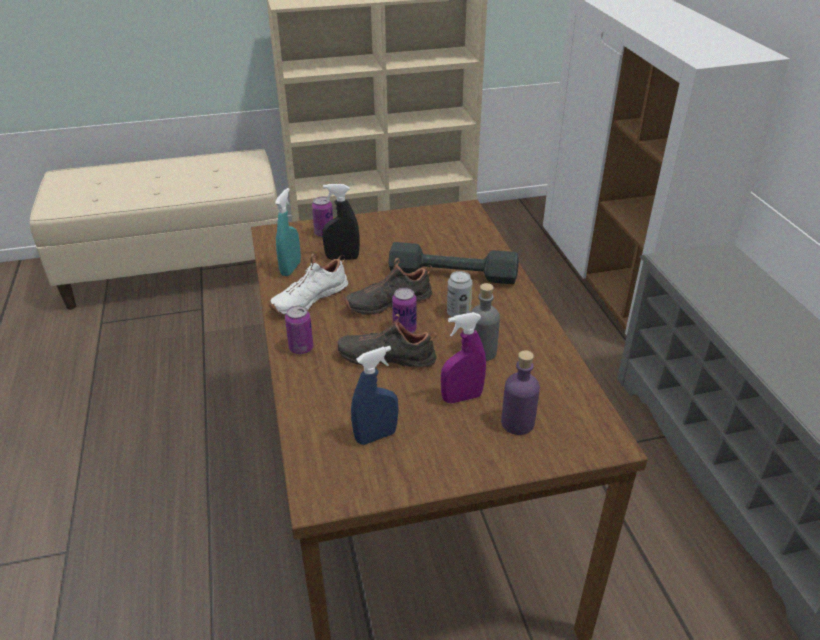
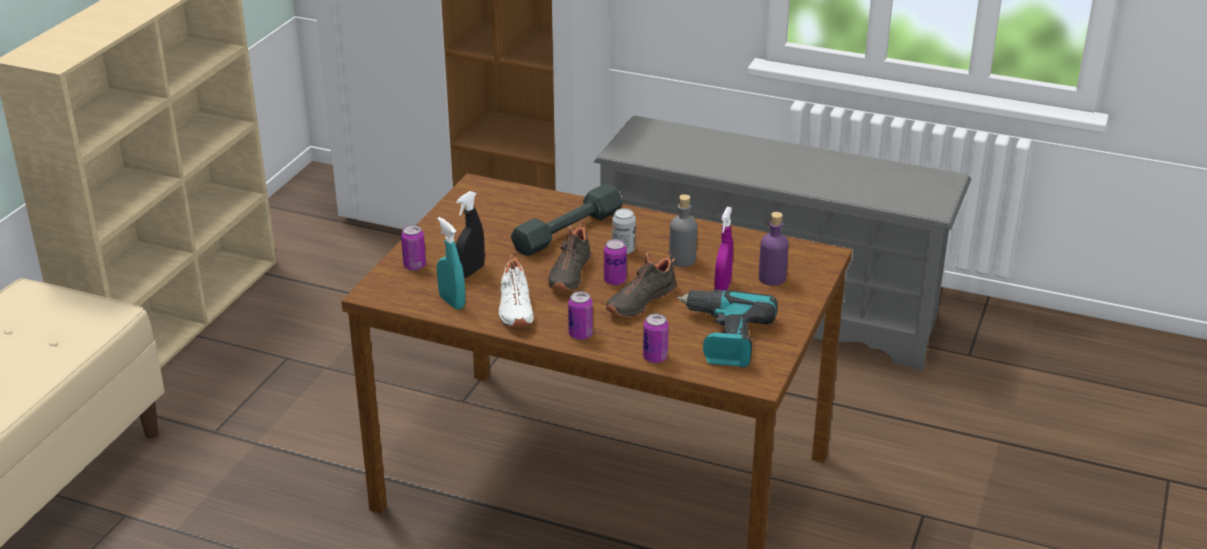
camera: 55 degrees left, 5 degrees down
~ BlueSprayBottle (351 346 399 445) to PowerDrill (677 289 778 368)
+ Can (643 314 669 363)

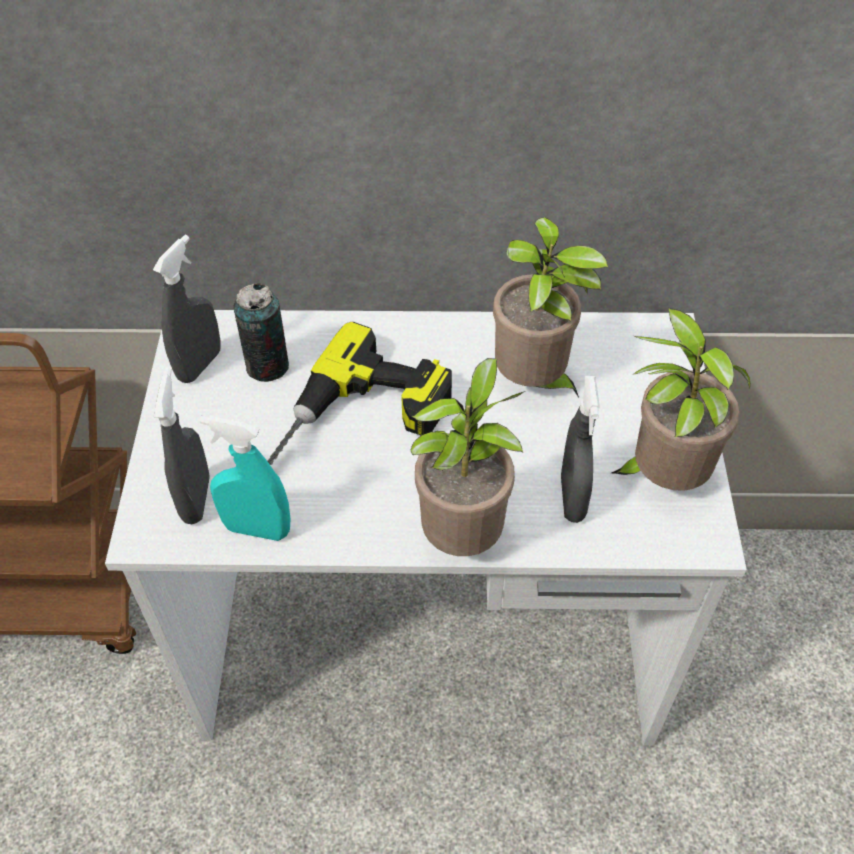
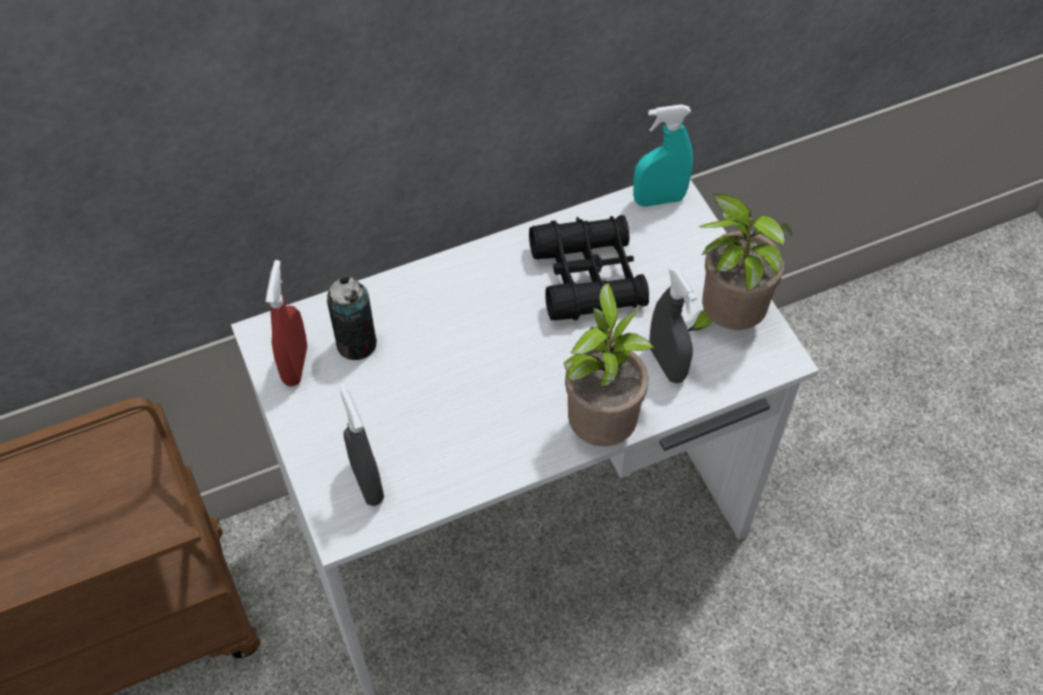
camera: 25 degrees left, 5 degrees up
~ GreySprayBottle (153 235 221 383) to RedSprayBottle (266 260 307 387)
~ TurquoiseSprayBottle (199 416 291 541) to (633 104 693 207)
- PowerDrill (268 322 452 465)
~ PottedPlant (493 217 608 397) to BlackBinoculars (529 215 649 321)

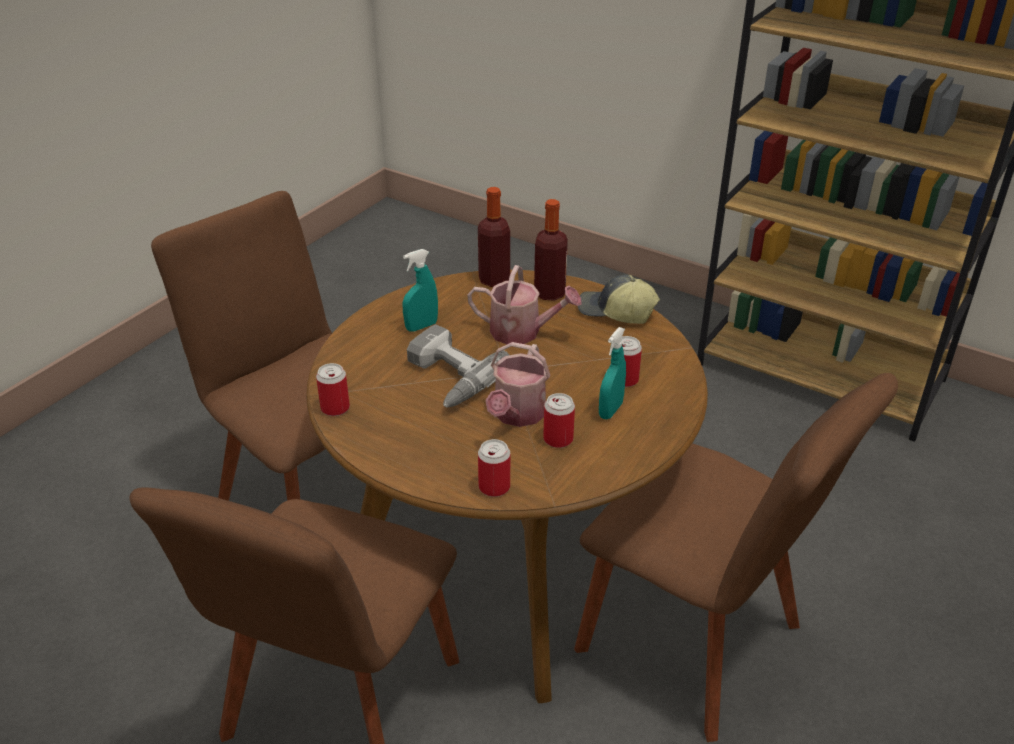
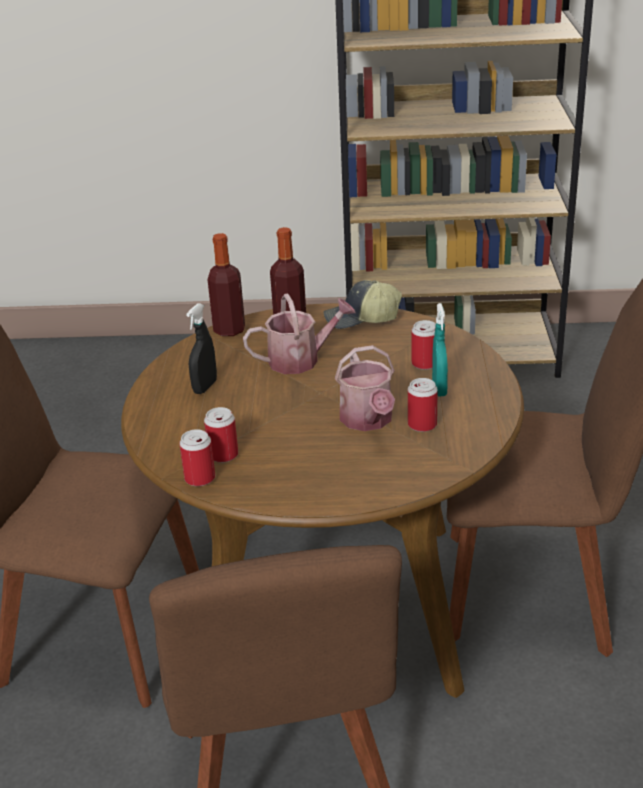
camera: 30 degrees left, 5 degrees down
~ TurquoiseSprayBottle (402 249 438 332) to BlackSprayBottle (186 303 217 394)
- PowerDrill (407 324 509 407)
~ Can (478 439 510 497) to (204 407 238 463)

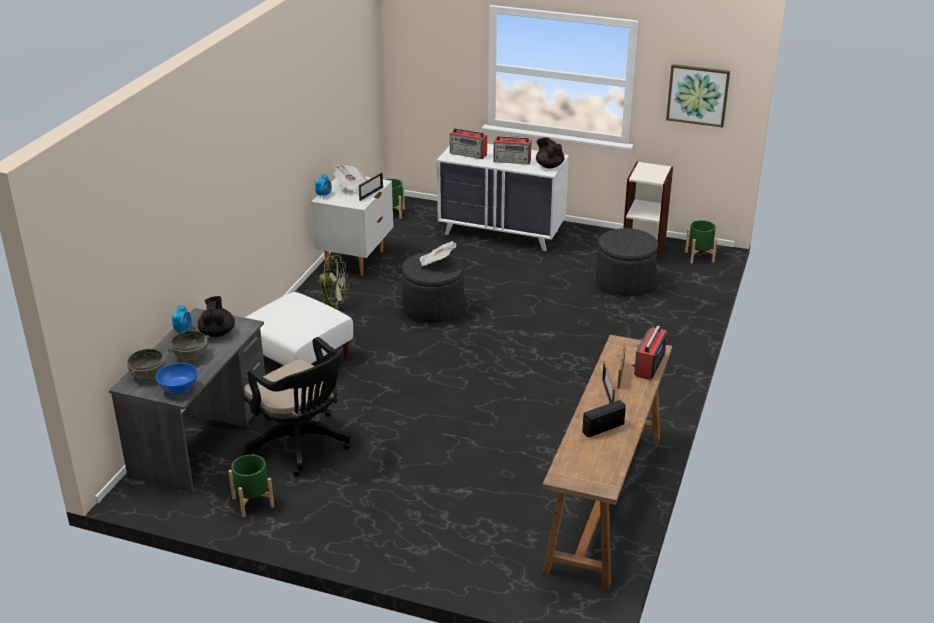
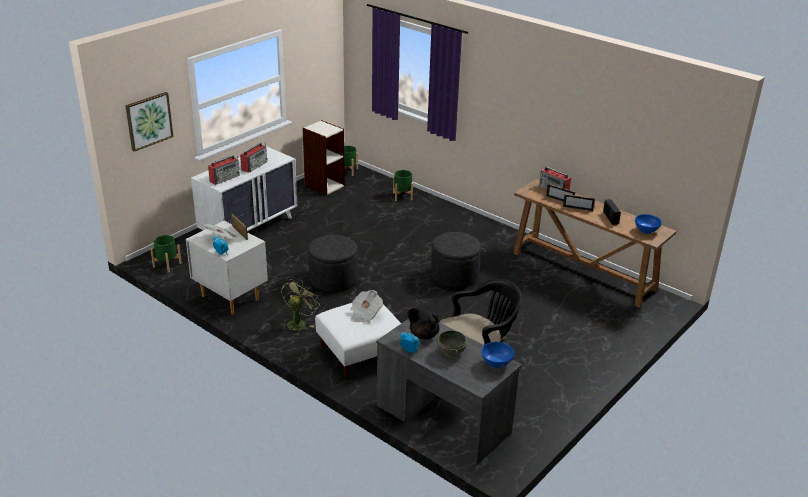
camera: 70 degrees left, 0 degrees up
- GreyBowl (127 349 165 381)
~ GreenPlanter (228 454 274 517) to (393 170 413 201)
~ Newspaper (419 241 456 266) to (350 290 383 323)
- BlackTeapot (536 137 565 168)
~ GreyOttoman (596 228 658 296) to (431 232 481 288)
~ Picture (666 64 730 127) to (125 92 174 152)
+ BlueBowl (635 214 662 234)

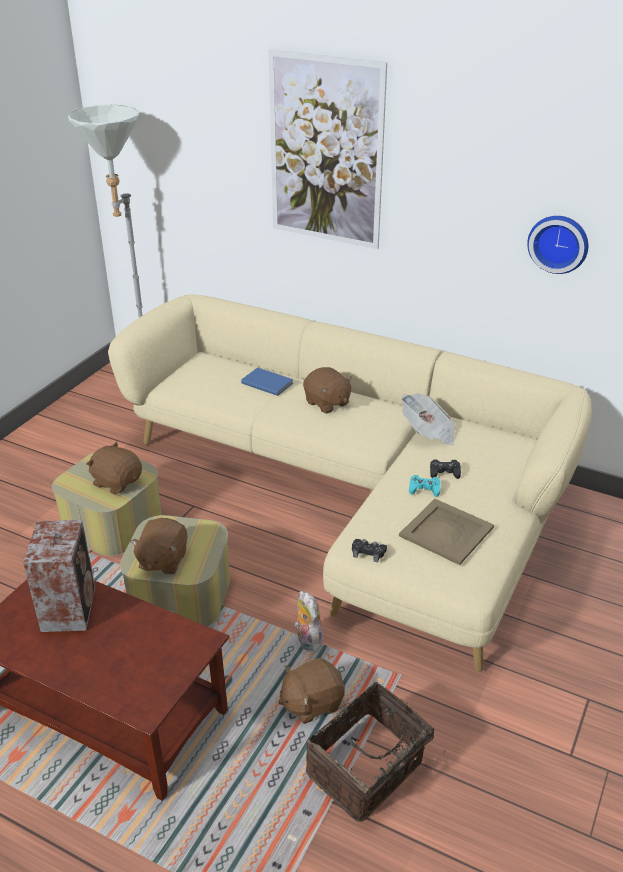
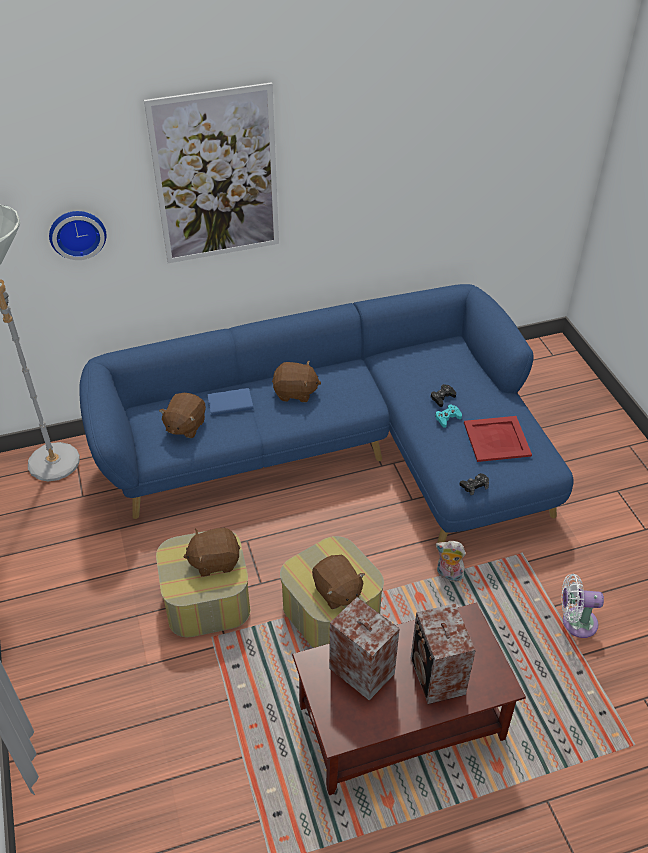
camera: 45 degrees left, 10 degrees up
~ BeigeSofa (108 294 592 672) to BlueSofa (79 284 574 543)
~ BrownPlushToy (278 658 345 724) to (159 393 206 438)
~ Basket (306 682 445 822) to WhiteFan (562 574 604 638)
~ BeigeTray (399 499 494 565) to RedTray (464 416 532 462)
- Newspaper (401 393 456 445)
~ WallClock (527 216 588 274) to (49 211 107 260)
+ Speaker (411 604 476 704)

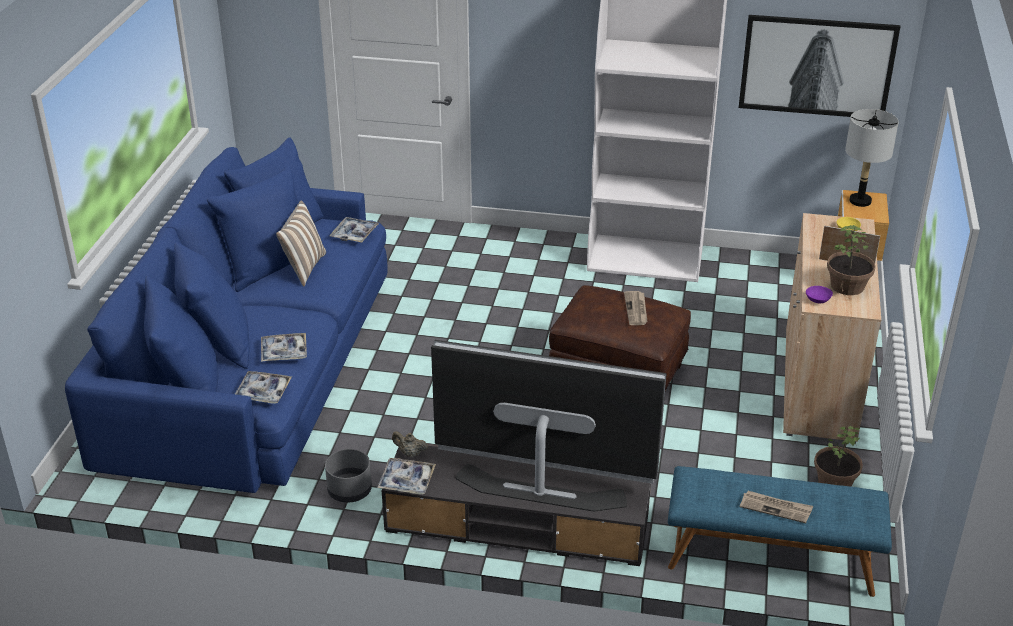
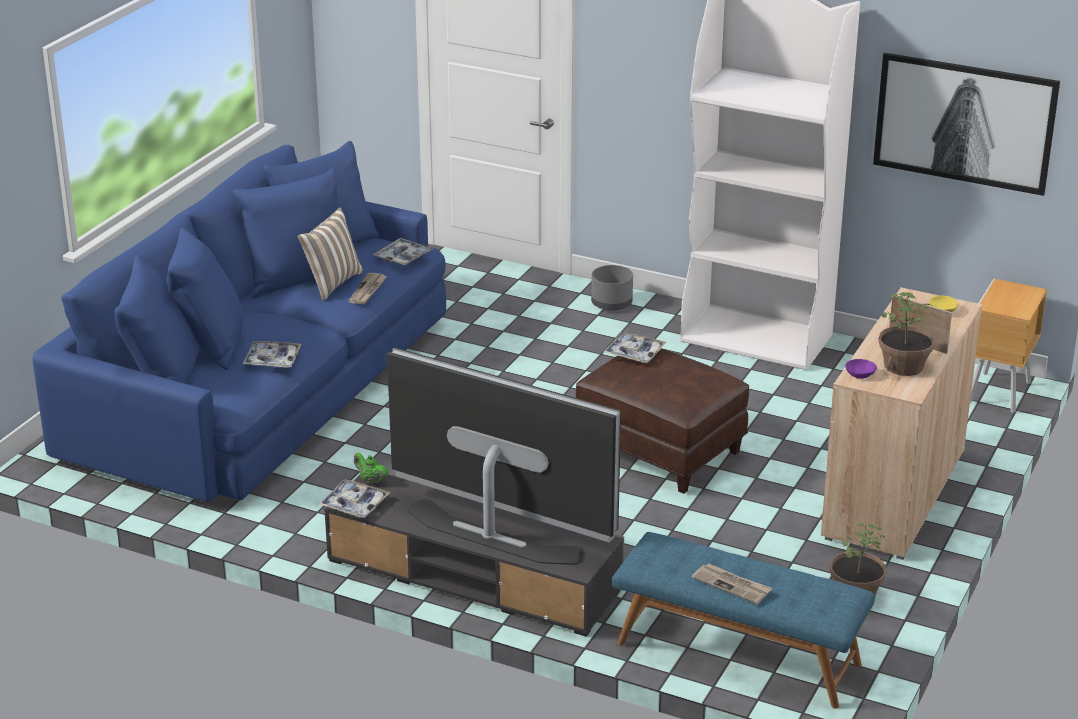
camera: 15 degrees right, 5 degrees down
~ Tray (235 371 292 404) to (604 332 667 363)
~ GreyPlanter (325 449 372 503) to (591 265 633 310)
~ BeigeTeapot (392 431 428 457) to GreenTeapot (354 453 389 484)
~ Newspaper (624 291 648 325) to (348 273 387 304)
- GreyTableLamp (845 109 899 207)

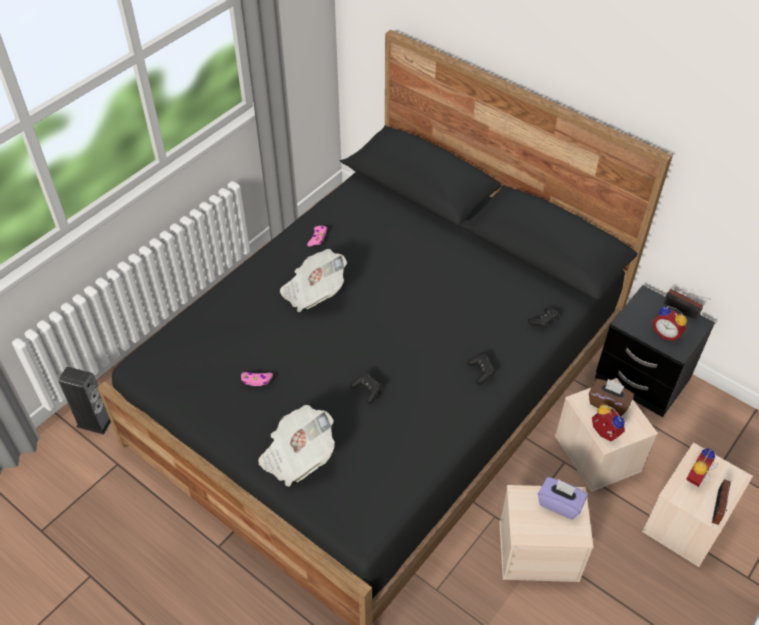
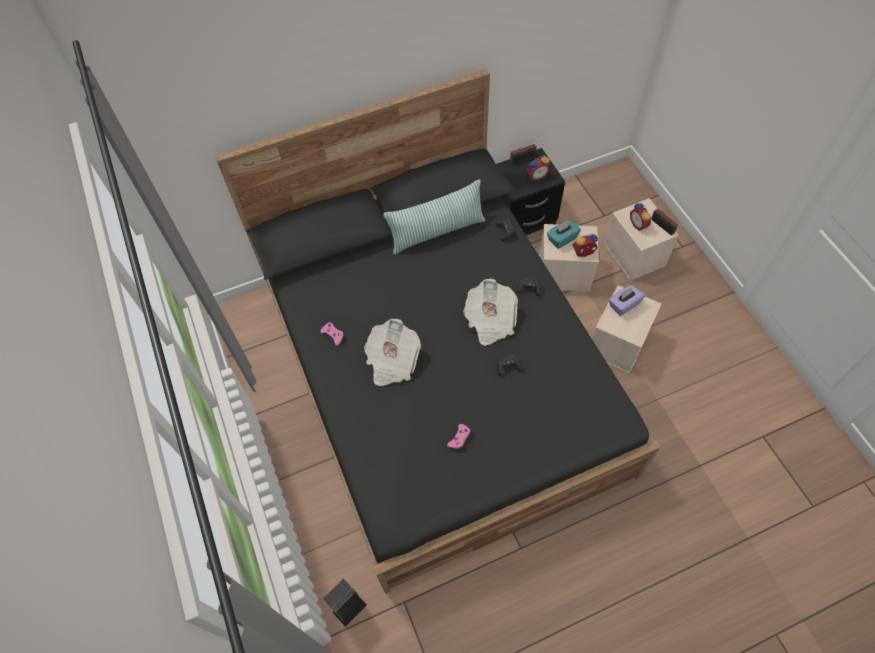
camera: 60 degrees left, 10 degrees up
~ Newspaper (258 405 335 487) to (463 279 518 346)
~ BrownTissueBox (589 379 634 417) to TurquoiseTissueBox (547 220 581 249)
+ Pillow (383 179 485 255)

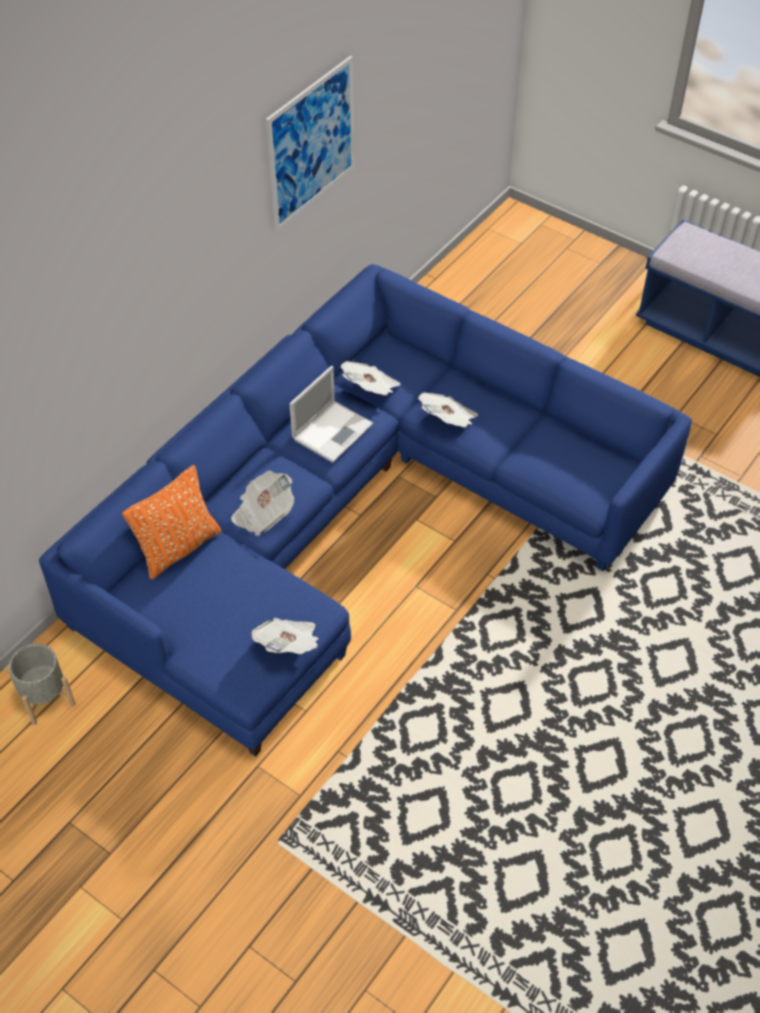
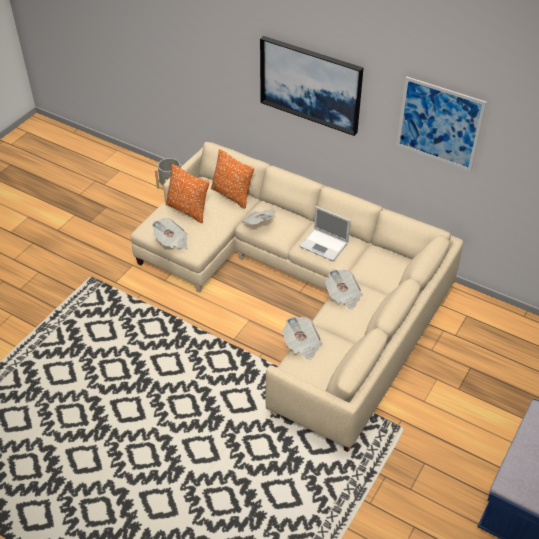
camera: 85 degrees right, 5 degrees down
~ BlueSofa (39 264 692 757) to BeigeSofa (130 142 464 452)
~ Newspaper (341 361 400 396) to (282 316 323 360)
+ OrangePillow (166 164 209 223)
+ Picture (260 36 364 136)

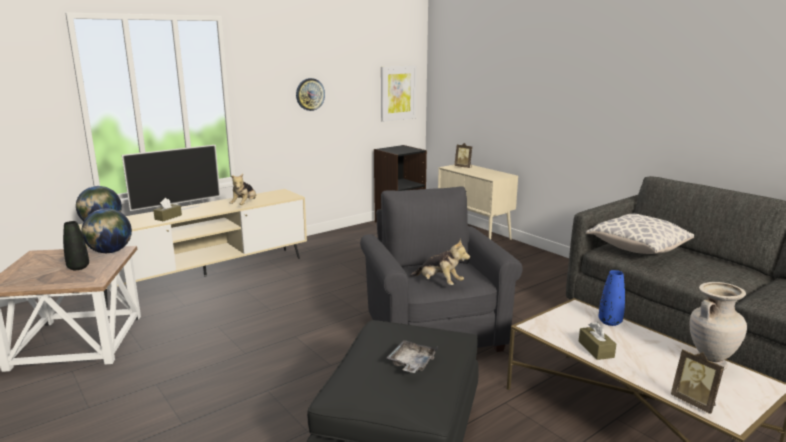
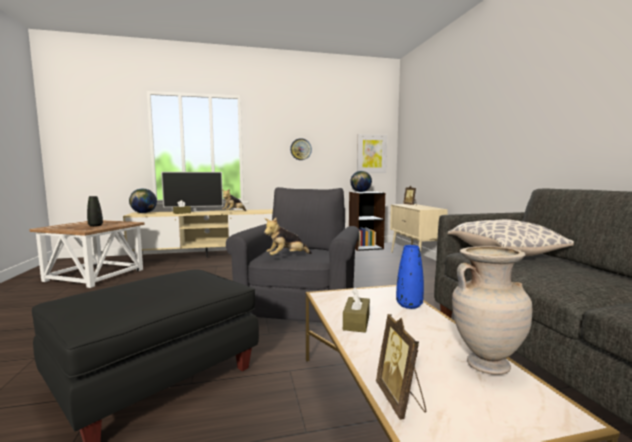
camera: 25 degrees right, 10 degrees down
~ Globe (81 209 132 253) to (350 171 372 192)
- GreyTray (387 340 438 373)
~ PlushToy (410 239 470 285) = (264 218 312 255) 90 degrees clockwise

